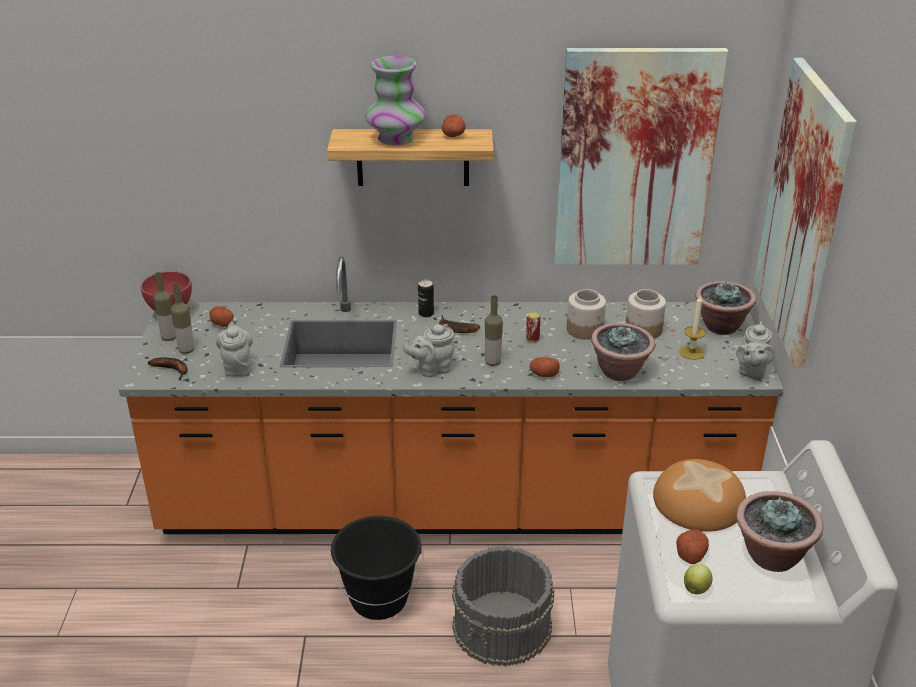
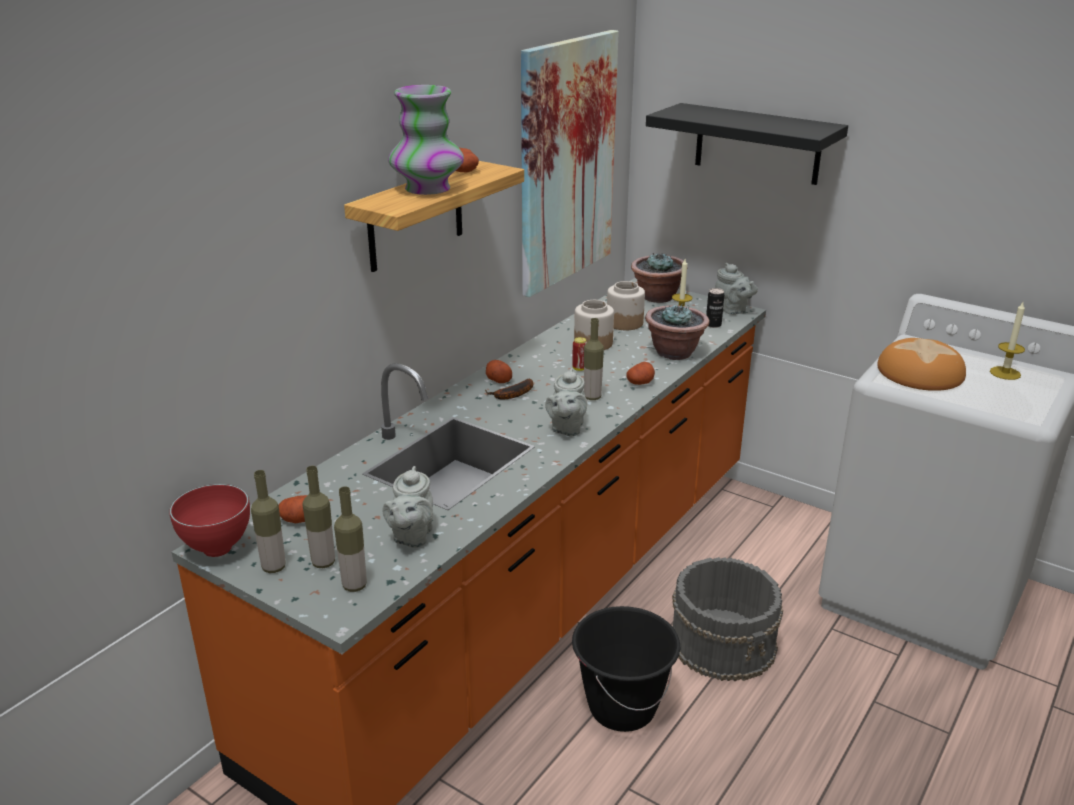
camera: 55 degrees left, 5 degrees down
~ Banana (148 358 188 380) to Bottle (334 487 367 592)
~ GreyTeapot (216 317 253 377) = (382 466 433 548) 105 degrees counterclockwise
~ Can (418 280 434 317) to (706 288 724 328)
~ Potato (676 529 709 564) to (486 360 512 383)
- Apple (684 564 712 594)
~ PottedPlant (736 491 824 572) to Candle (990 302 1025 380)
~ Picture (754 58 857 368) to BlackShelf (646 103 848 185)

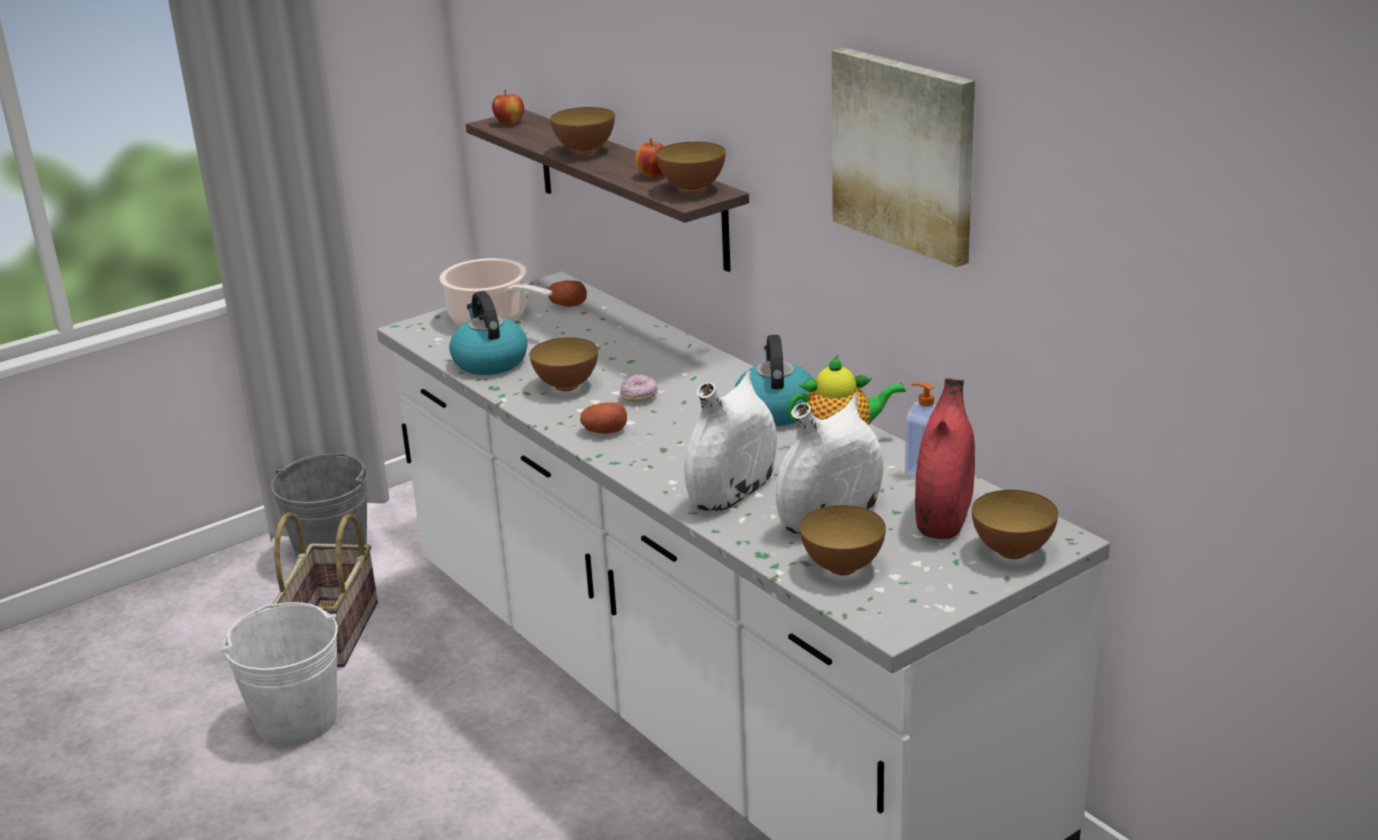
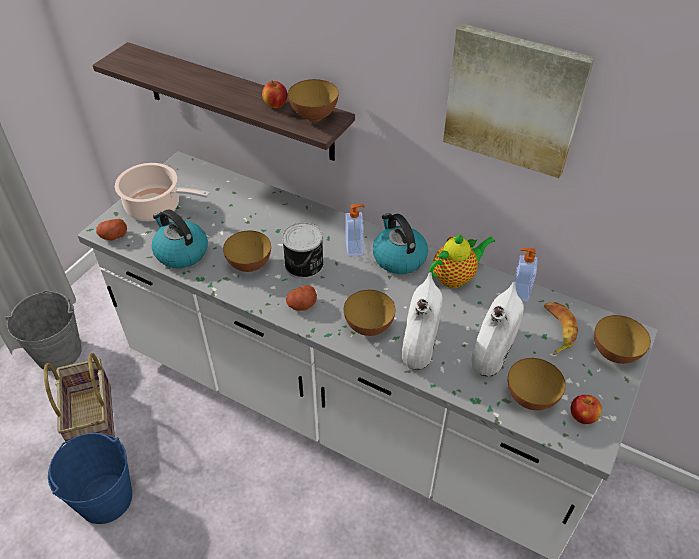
camera: 25 degrees left, 20 degrees up
~ WhiteBucket (221 602 338 746) to BlueBucket (48 433 132 524)
~ Apple (492 90 524 125) to (570 395 602 424)
~ Potato (548 280 587 307) to (96 219 127 241)
~ Bowl (550 107 615 155) to (344 290 395 336)
~ Donut (620 374 658 402) to Can (282 222 324 279)
~ RedVase (915 378 975 539) to Banana (544 302 578 355)
+ SoapDispenser (345 204 365 256)

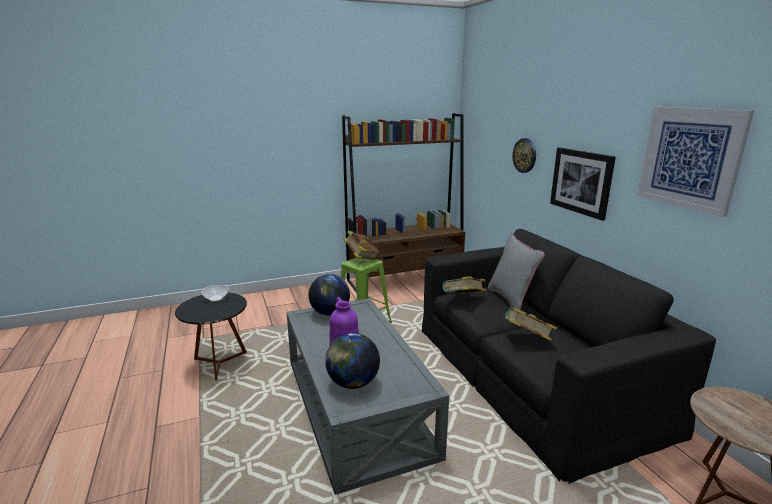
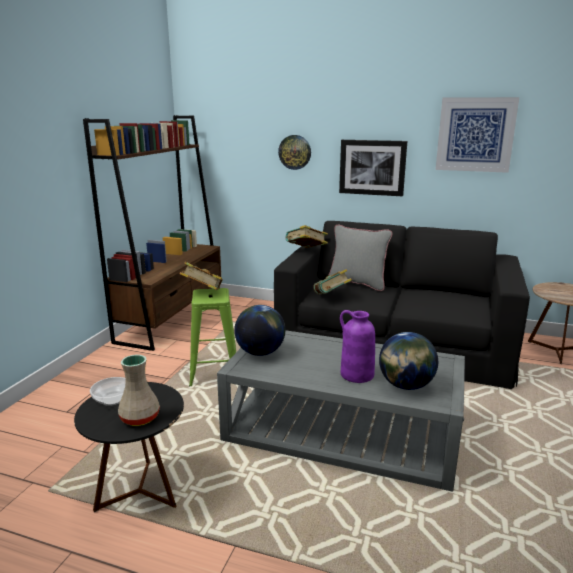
camera: 50 degrees left, 0 degrees up
~ Book (502 307 557 341) to (286 225 328 248)
+ BeigeVase (118 355 160 426)

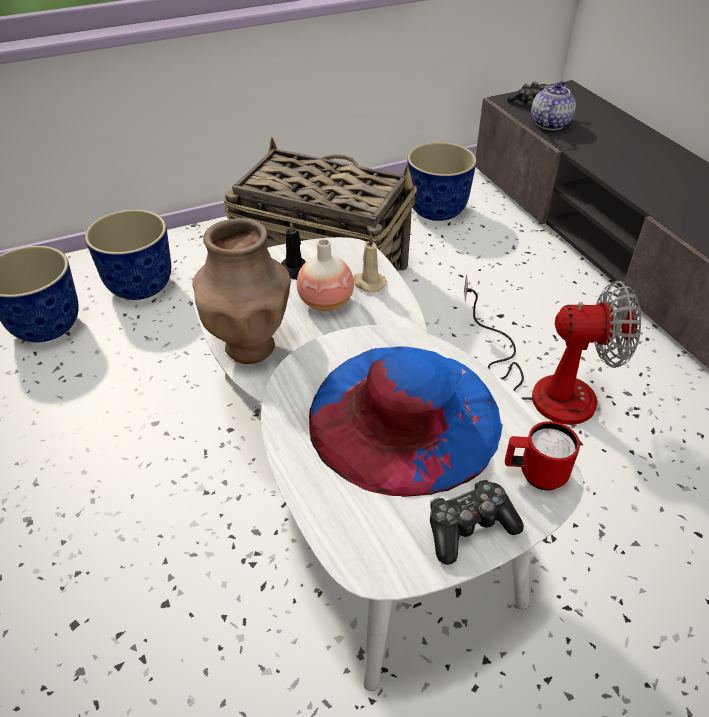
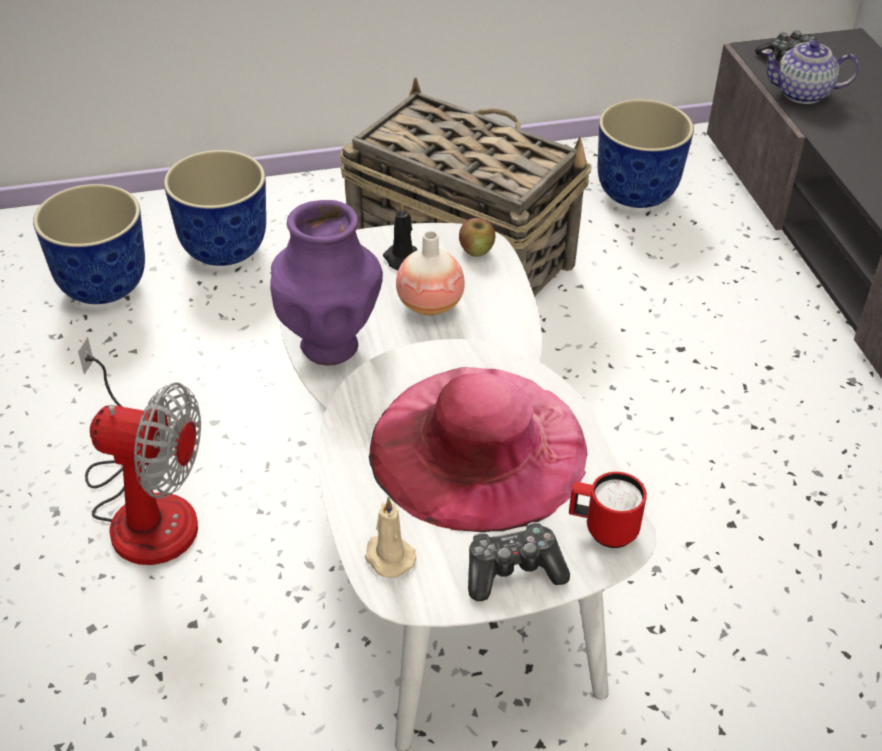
camera: 10 degrees right, 0 degrees up
~ BrownVase (192 218 291 364) to PurpleVase (270 200 383 366)
~ BlueHat (309 346 503 497) to PinkHat (369 367 587 532)
~ BeigeCandle (353 234 387 293) to (365 496 417 578)
~ Fan (464 274 641 425) to (78 337 201 565)
~ Teapot (531 80 576 130) = (761 40 859 104) 120 degrees counterclockwise
+ Apple (459 218 495 257)

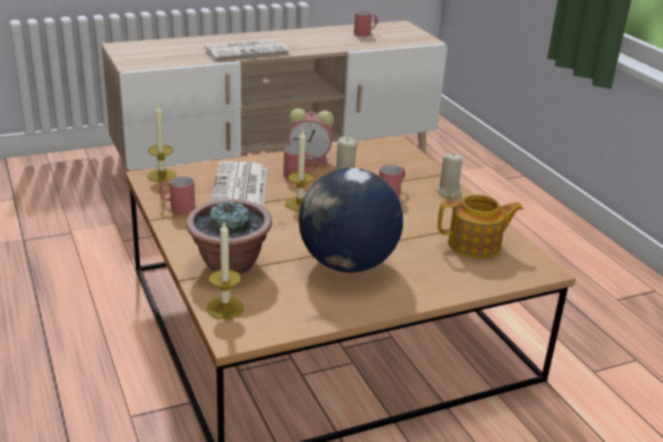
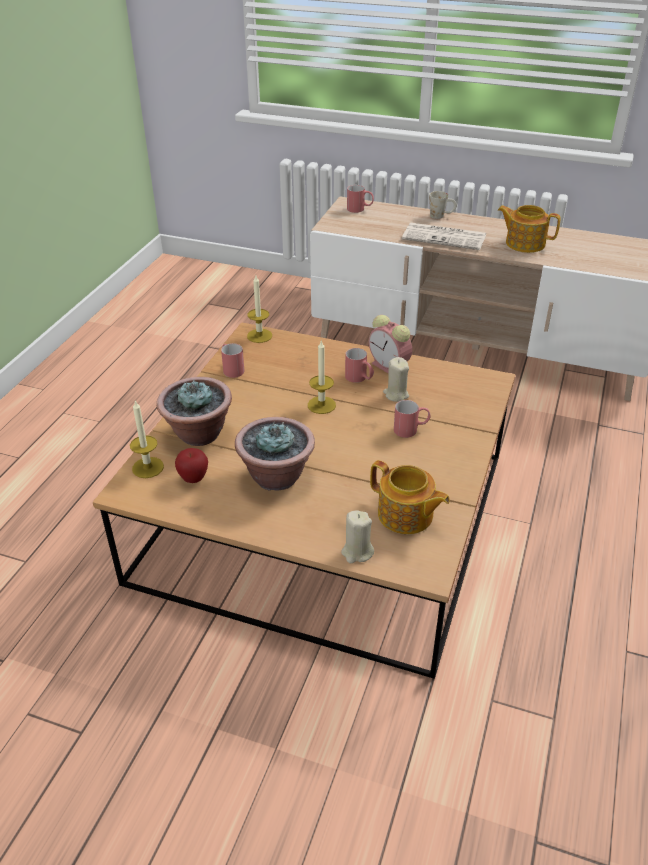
camera: 45 degrees right, 10 degrees up
- Newspaper (210 162 267 207)
~ Globe (299 168 403 273) to PottedPlant (235 417 315 491)
~ RedMug (354 11 378 37) to (347 185 374 213)
~ BeigeCandle (437 154 463 198) to (341 510 374 563)
+ Apple (175 448 208 483)
+ WhiteMug (429 191 457 219)
+ Teapot (498 205 561 253)

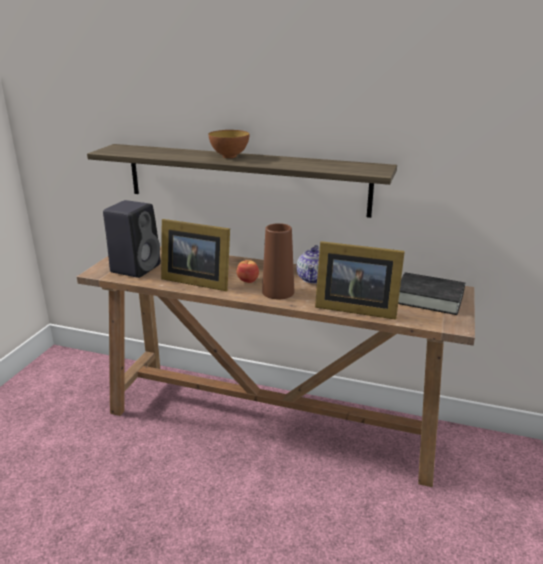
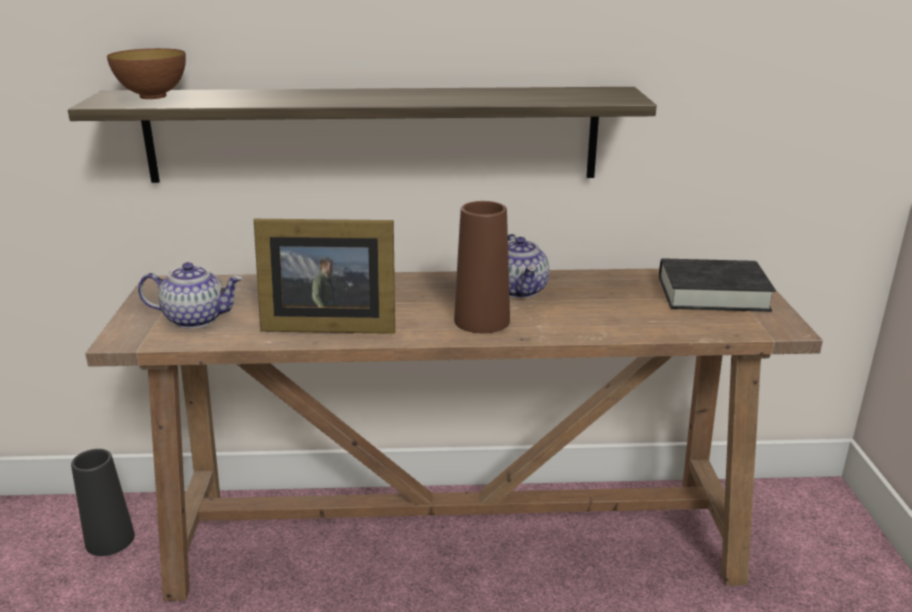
camera: 20 degrees left, 0 degrees up
~ BlackSpeaker (103 200 161 278) to Teapot (138 262 243 329)
~ Bowl (208 130 249 158) to (107 48 186 99)
- Apple (237 260 259 283)
- PictureFrame (315 241 405 320)
+ BlackVase (71 449 135 556)

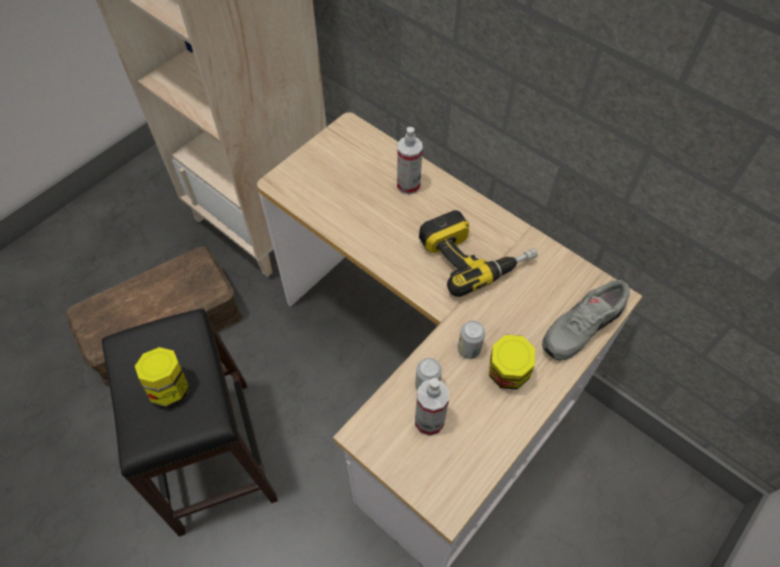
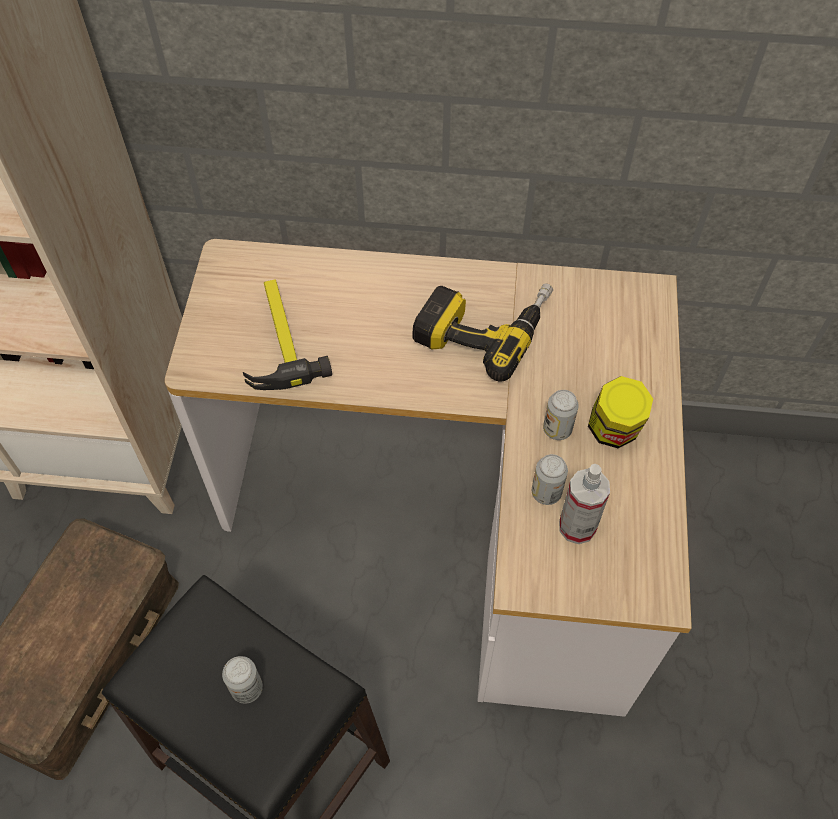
camera: 35 degrees left, 0 degrees up
~ Jar (135 347 190 409) to Can (222 656 263 704)
- SprayBottle (397 127 423 195)
- GreyShoe (542 280 630 360)
+ Hammer (243 280 332 390)

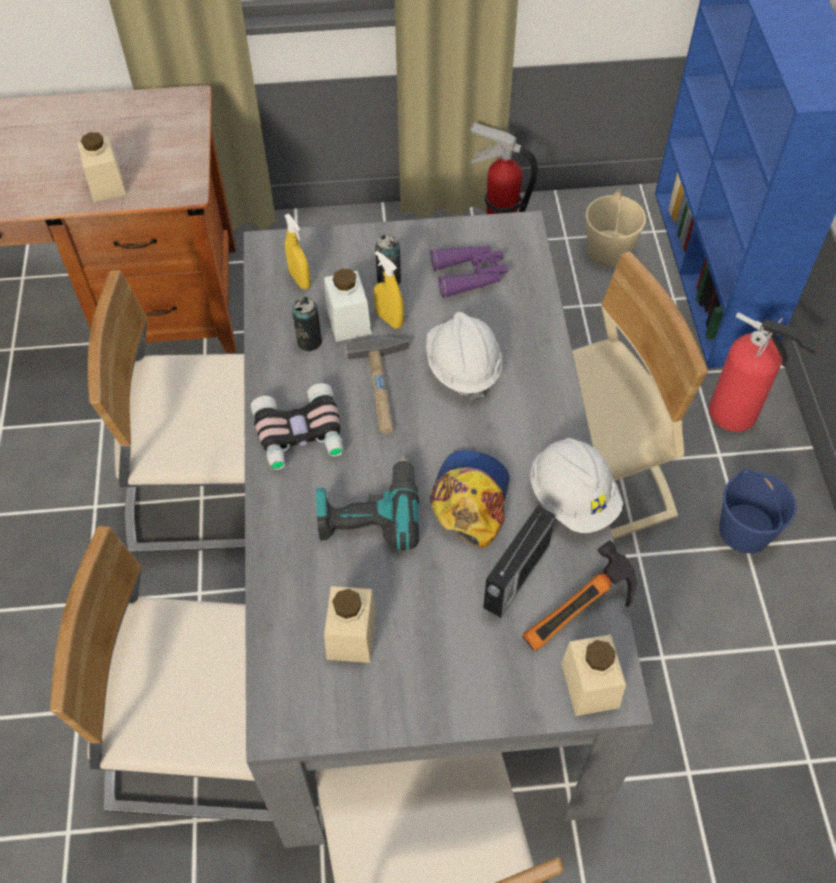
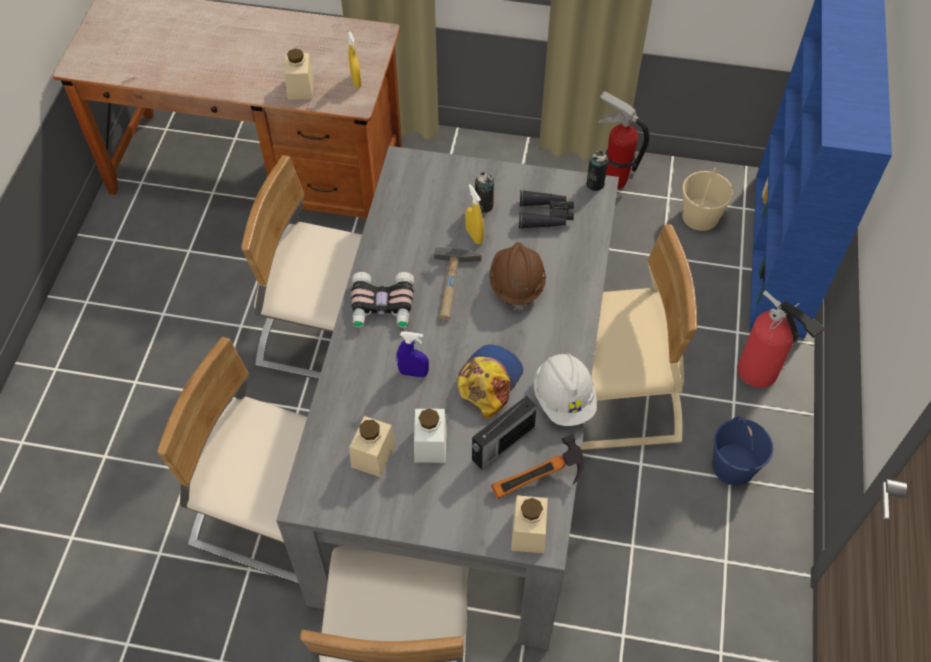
camera: 15 degrees right, 0 degrees up
~ YellowSprayBottle (284 214 311 289) to (348 32 362 88)
~ Can (292 297 322 351) to (587 151 608 191)
~ PowerDrill (316 455 419 551) to BlueSprayBottle (396 331 429 378)
~ WhiteJar (324 269 371 342) to (414 408 447 463)
~ WhiteHardHat (426 312 502 401) to BrownHardHat (489 242 546 311)
~ PurpleBinoculars (430 245 508 298) to BlackBinoculars (519 190 574 228)

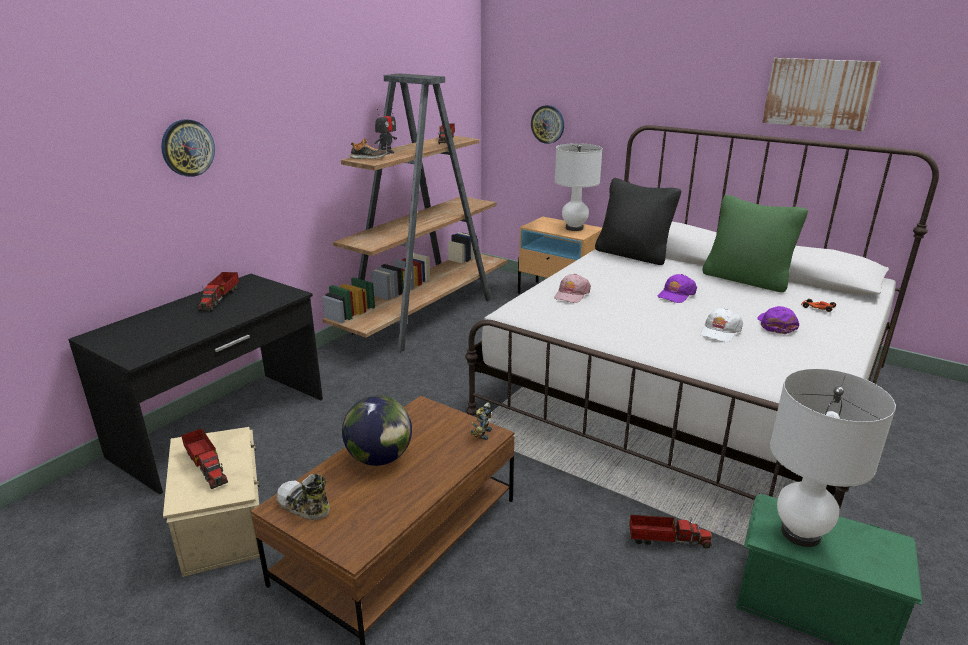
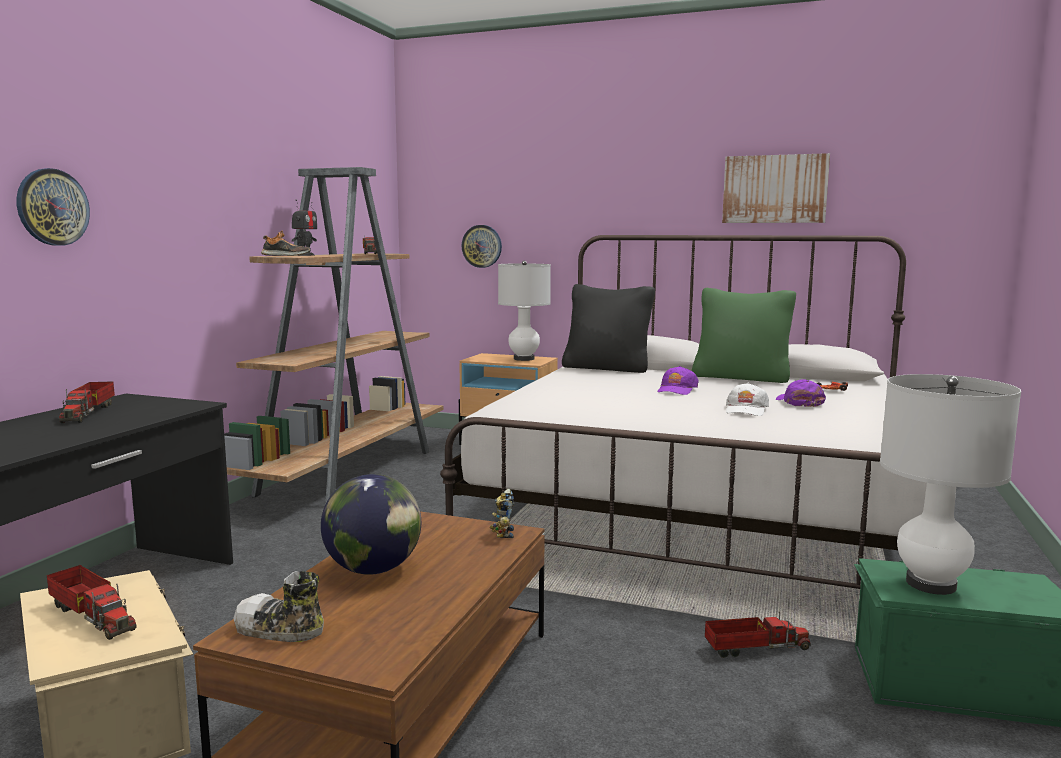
camera: 15 degrees left, 15 degrees down
- PinkCap (554 274 591 303)

